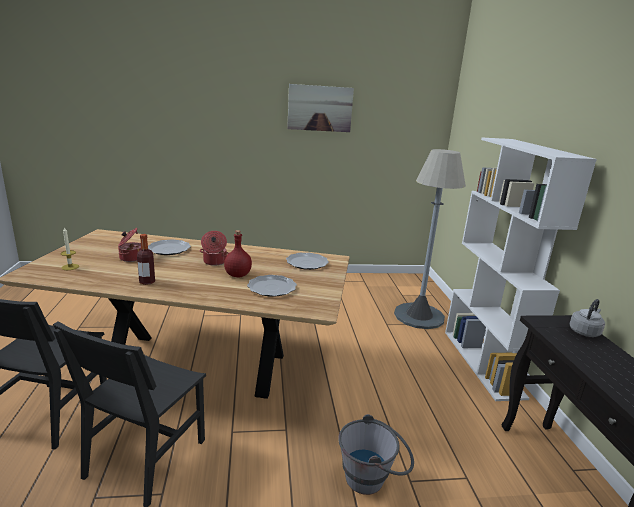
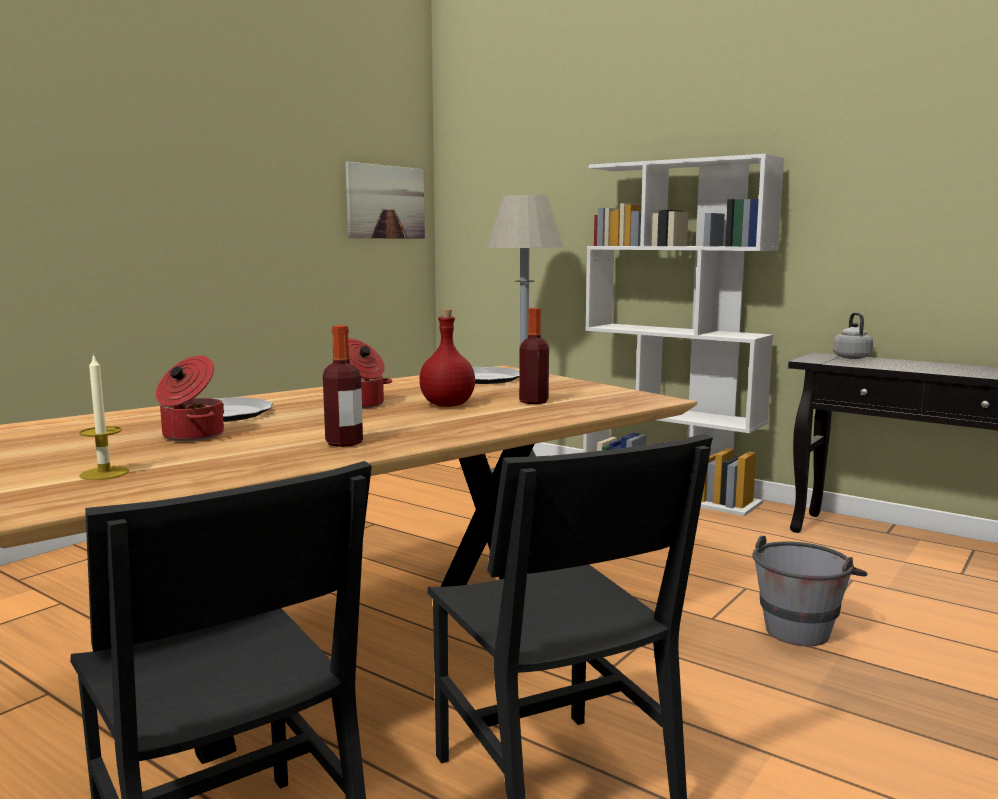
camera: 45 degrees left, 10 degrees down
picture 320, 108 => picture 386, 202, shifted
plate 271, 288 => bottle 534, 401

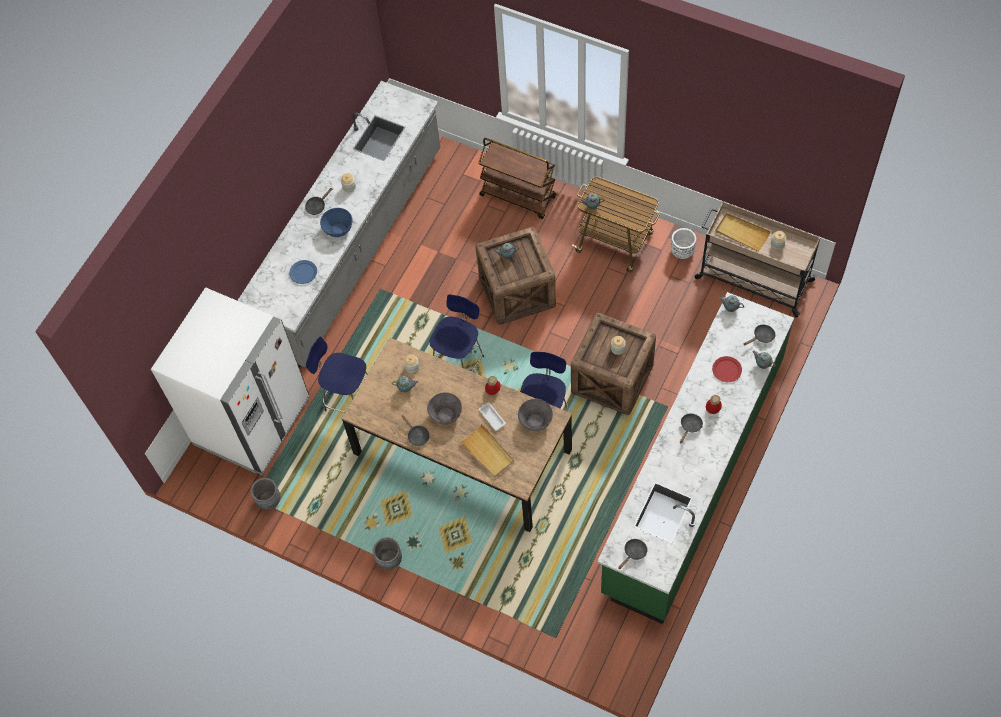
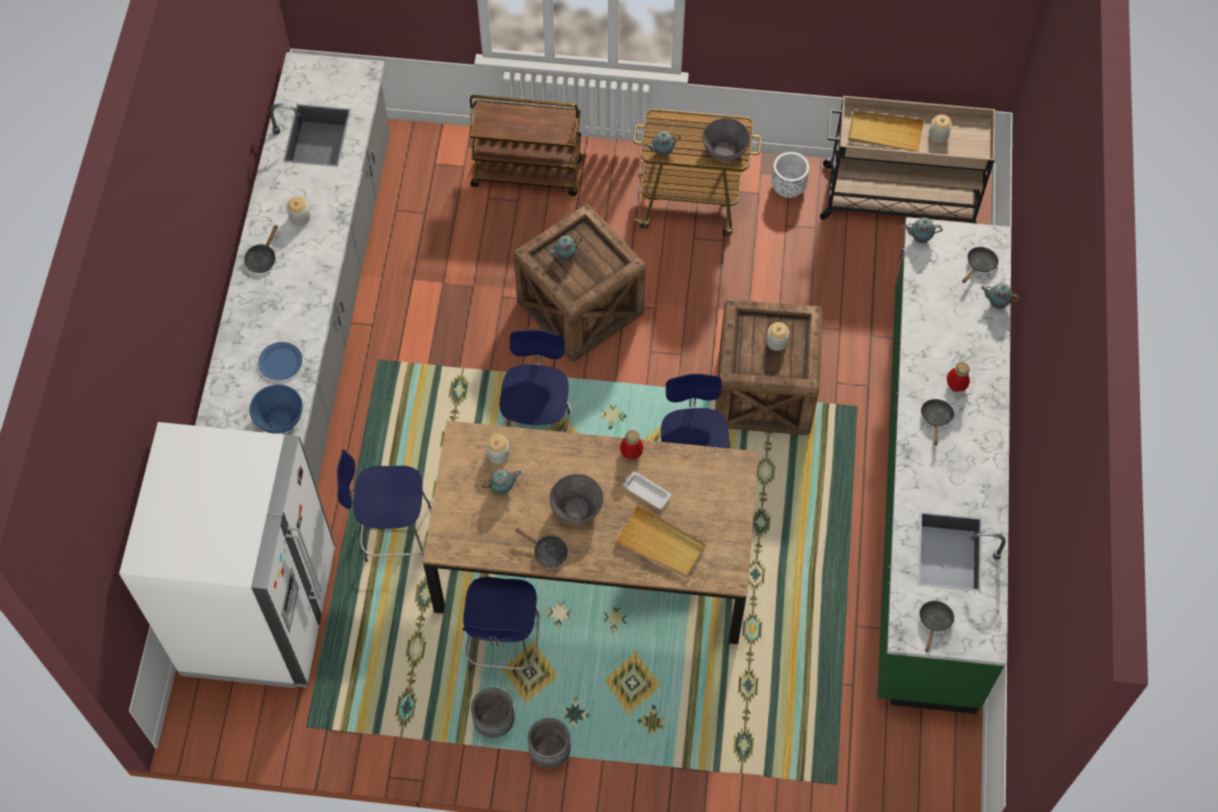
camera: 25 degrees left, 0 degrees up
red_plate 727, 370 => nothing
nothing => blue_stool 504, 646
grey_planter 268, 500 => grey_planter 494, 721, shifted
blue_bowl 338, 229 => blue_bowl 279, 418, shifted
grey_bowl 535, 420 => grey_bowl 725, 150, shifted

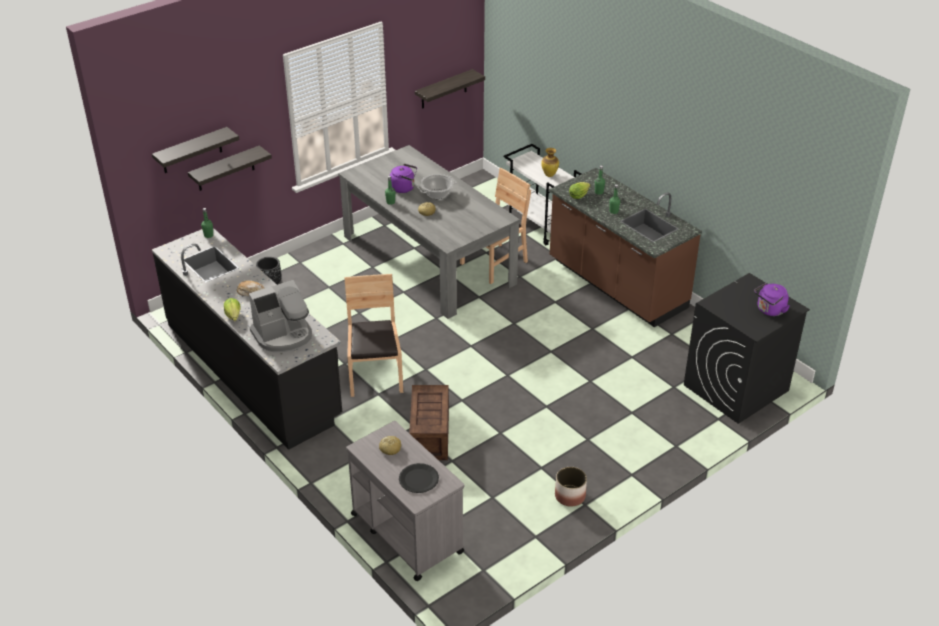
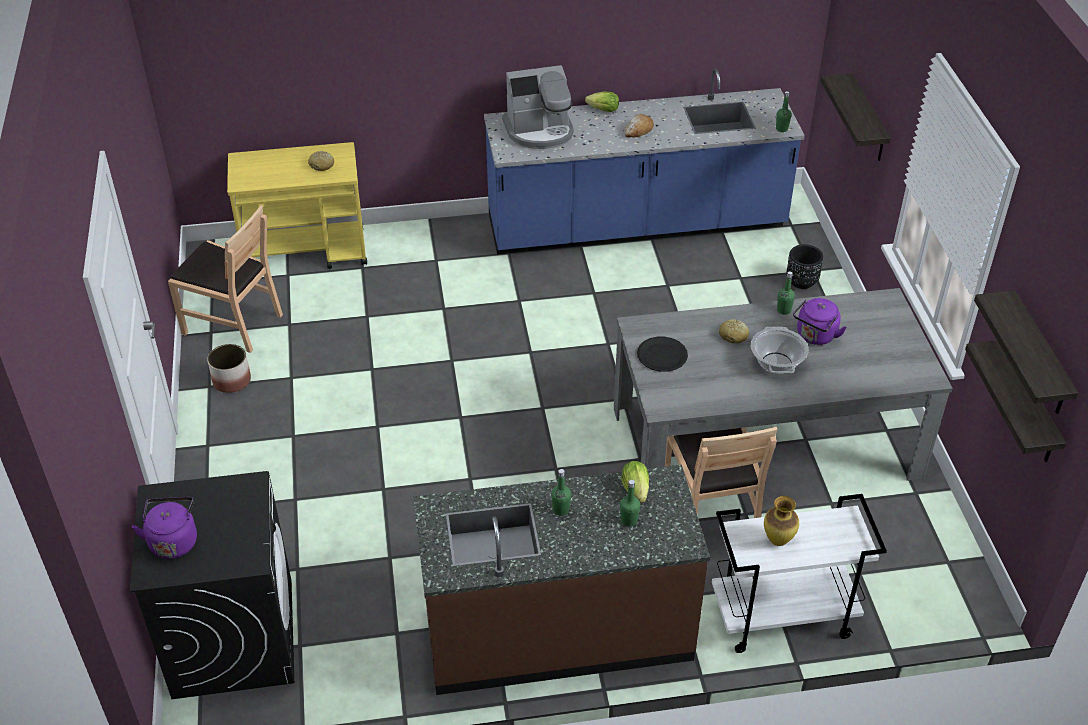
camera: 120 degrees right, 5 degrees up
crate 429, 434 => nothing
shelf 191, 151 => shelf 1039, 356, shifted
brown_chair 375, 375 => brown_chair 232, 323, shifted
black_plate 419, 479 => black_plate 662, 355, shifted
black_counter 253, 370 => blue_counter 636, 225
grey_cart 406, 532 => yellow_cart 306, 252
coffee_machine 283, 335 => coffee_machine 539, 131, 105 degrees counterclockwise

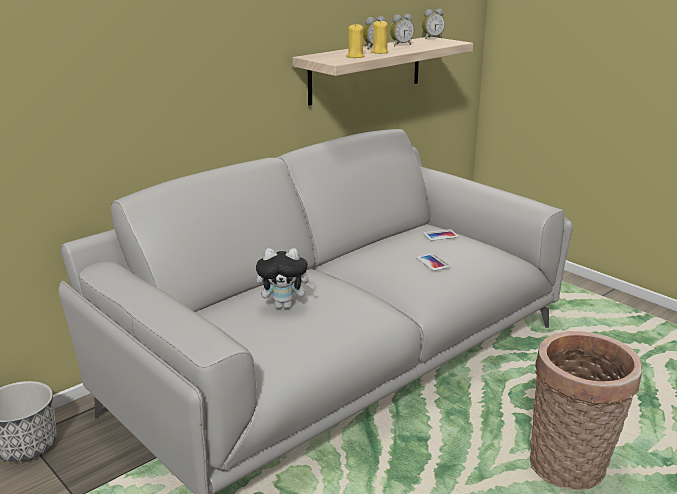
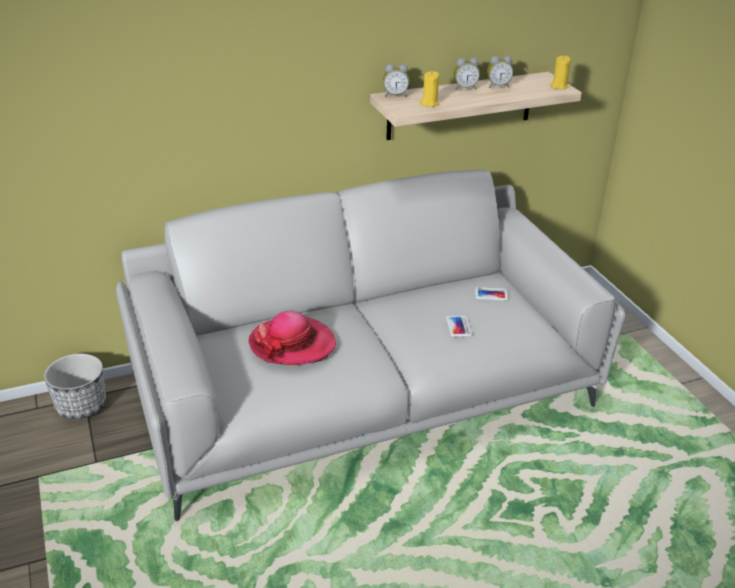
camera: 20 degrees right, 10 degrees up
basket 571, 468 => nothing
yellow_candle 379, 52 => yellow_candle 559, 86, shifted
alarm_clock 431, 38 => alarm_clock 395, 95, shifted
plush_toy 285, 305 => hat 292, 344

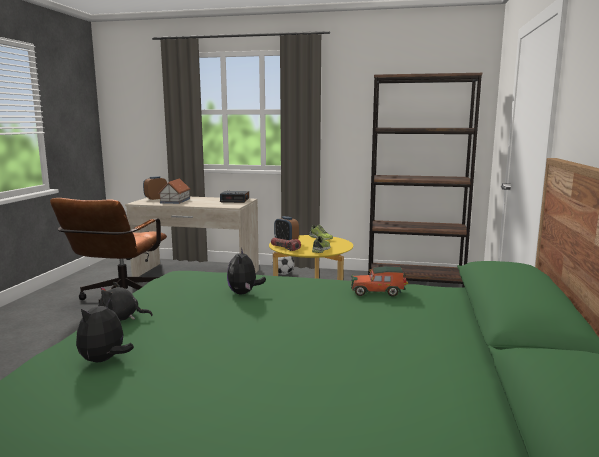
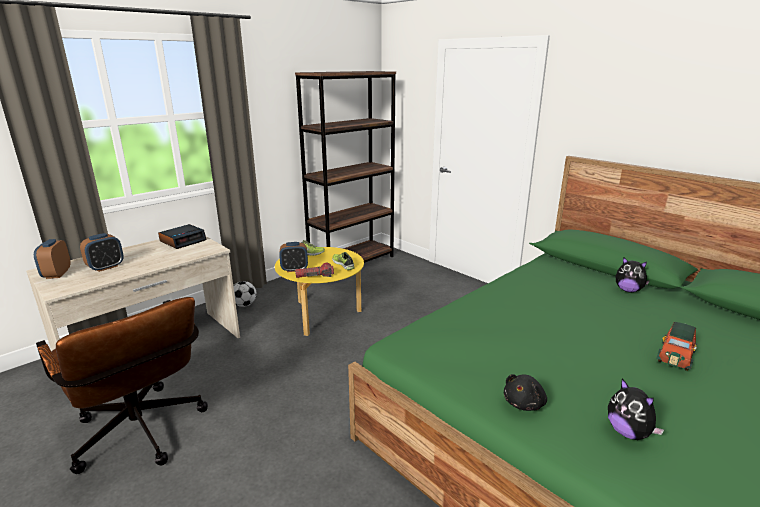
camera: 55 degrees left, 10 degrees up
plush_toy 244, 293 => plush_toy 628, 290, shifted
toy_car 378, 292 => toy_car 675, 355, shifted
toy_house 175, 200 => alarm_clock 106, 267

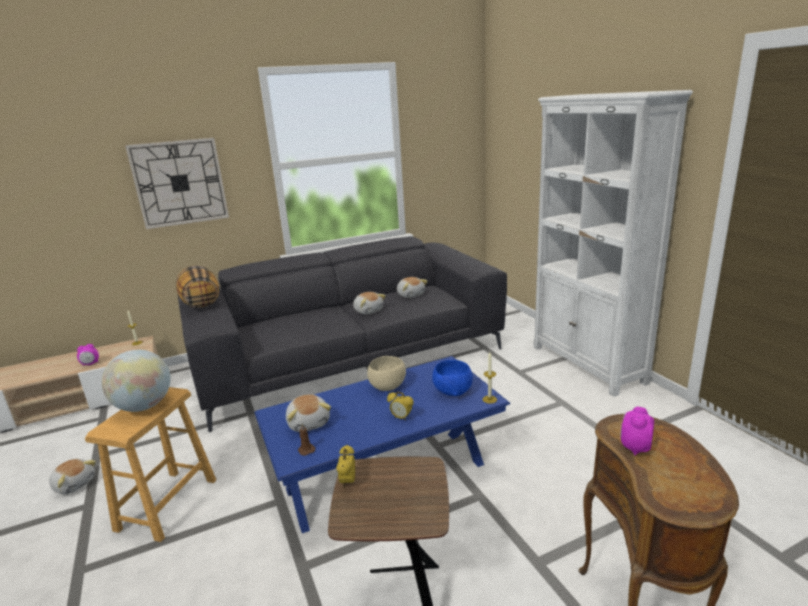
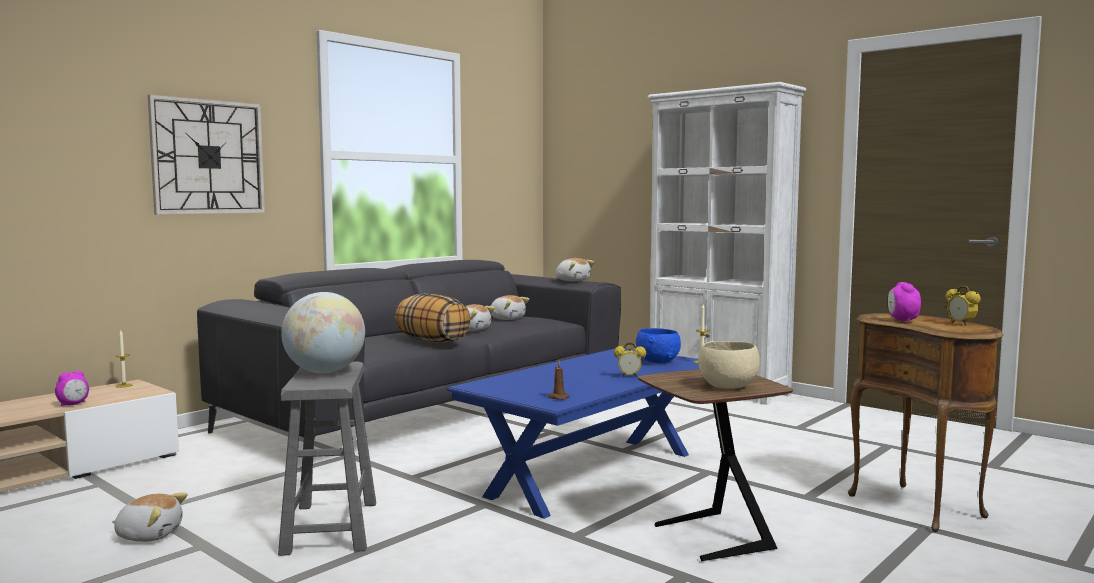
camera: 25 degrees left, 15 degrees down
pillow 200, 303 => pillow 432, 341, shifted
plush_toy 309, 422 => plush_toy 573, 280, shifted
alarm_clock 348, 482 => alarm_clock 961, 324, shifted
beige_bowl 387, 387 => beige_bowl 728, 387, shifted
brown_stool 167, 504 => grey_stool 331, 527

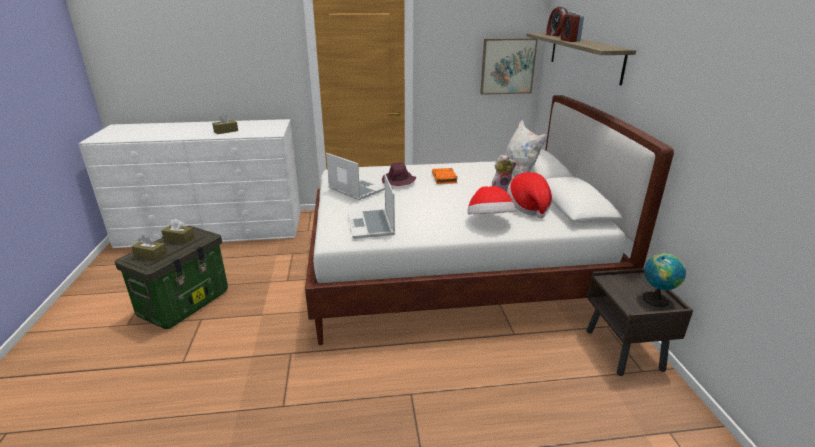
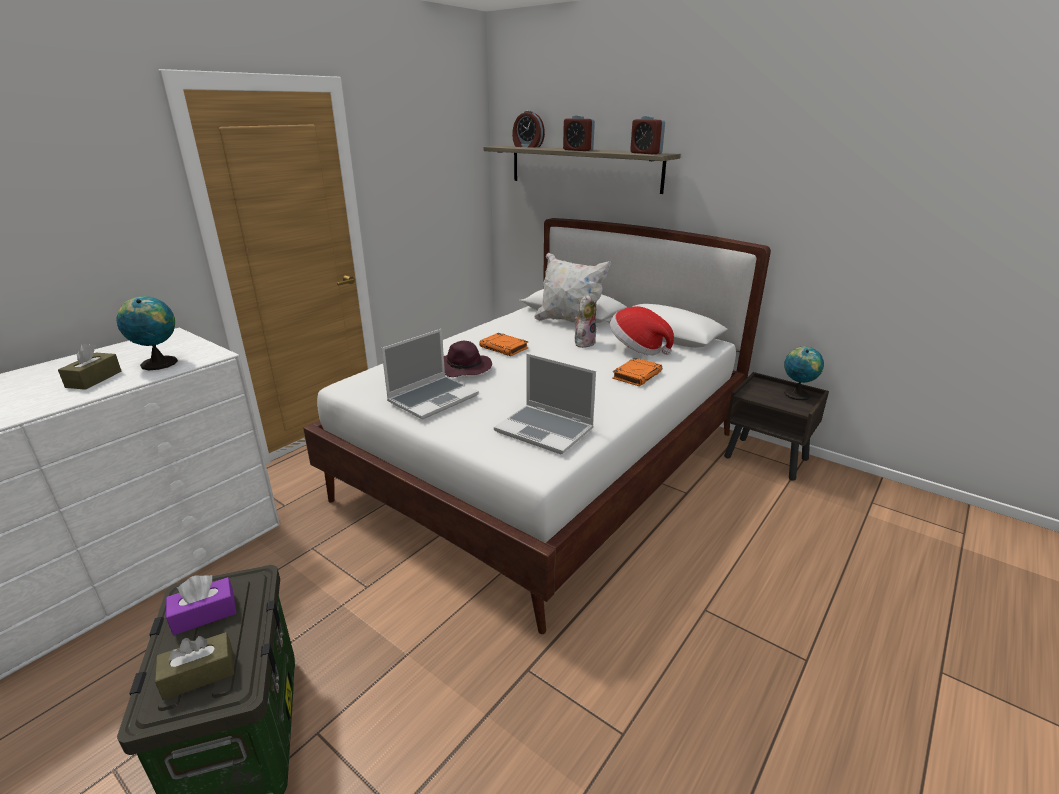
camera: 45 degrees left, 0 degrees up
picture 507, 66 => nothing
nothing => globe 159, 363
nothing => alarm_clock 646, 153
hat 489, 221 => orange_book 637, 375
brown_tissue_box 179, 239 => purple_tissue_box 204, 614
laptop 355, 189 => laptop 433, 398, 135 degrees clockwise

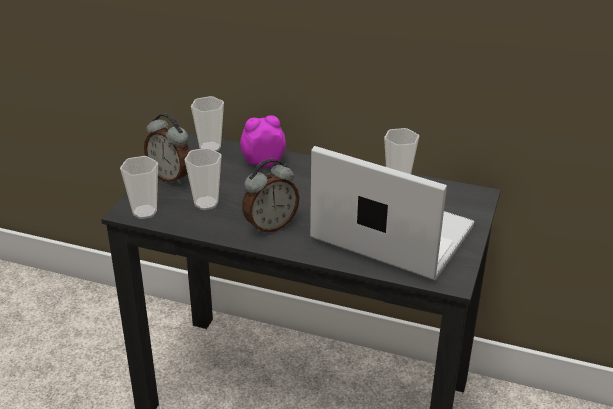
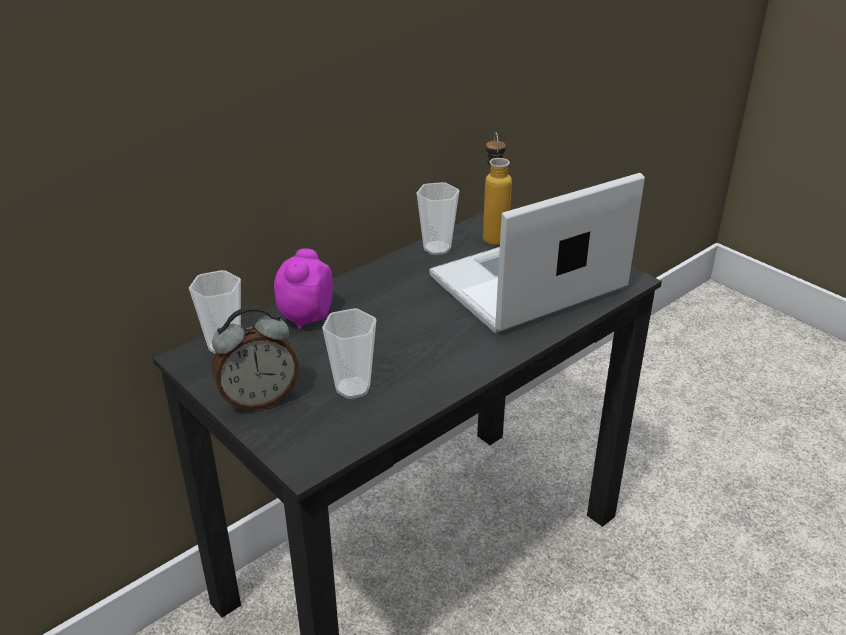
camera: 60 degrees left, 0 degrees up
cup 144, 212 => nothing
alarm_clock 270, 225 => nothing
nothing => bottle 493, 234

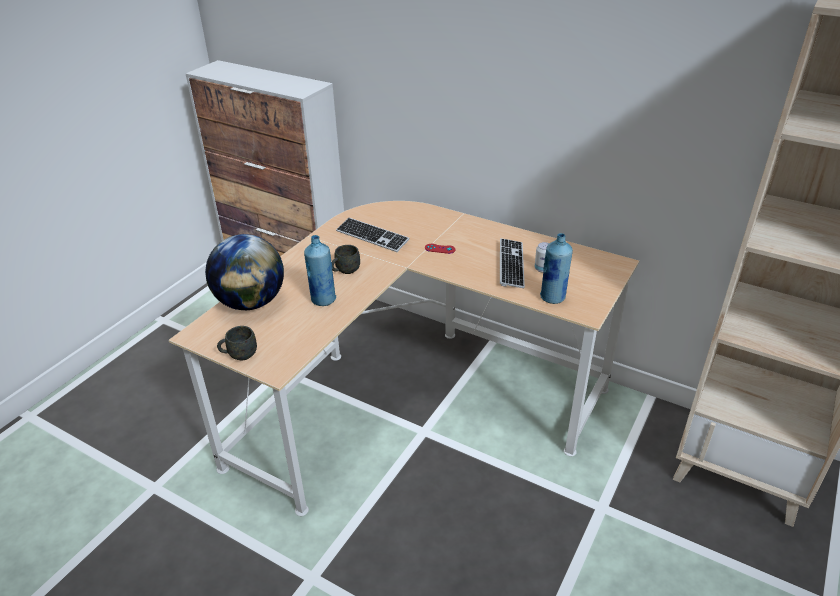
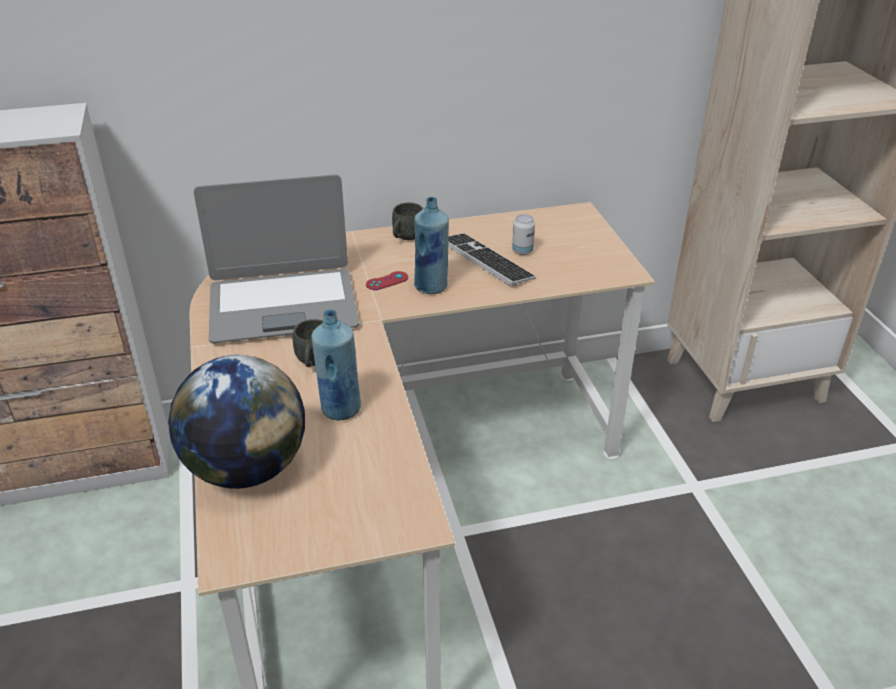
camera: 45 degrees left, 0 degrees up
grey_mug 239, 355 => grey_mug 406, 237, shifted
blue_bottle 553, 298 => blue_bottle 431, 287, shifted
keyboard 372, 236 => laptop 283, 306

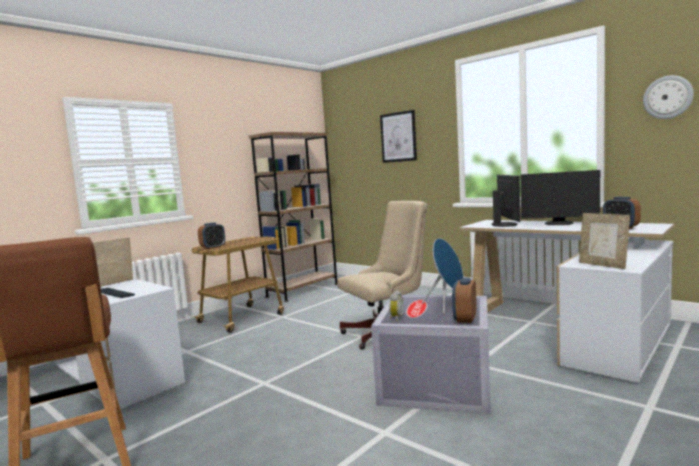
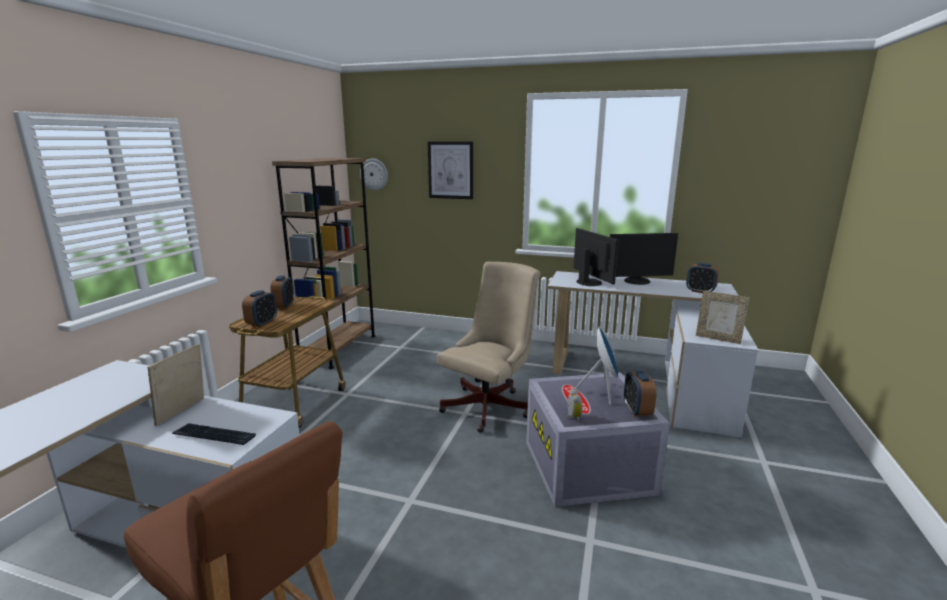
camera: 25 degrees left, 10 degrees up
nothing => alarm_clock 284, 305
wall_clock 667, 97 => wall_clock 374, 174, shifted

